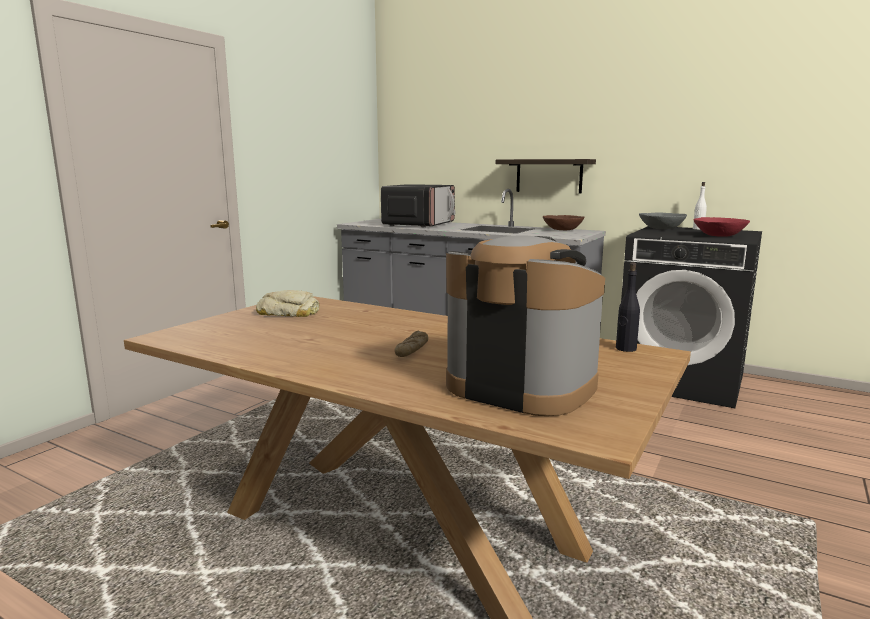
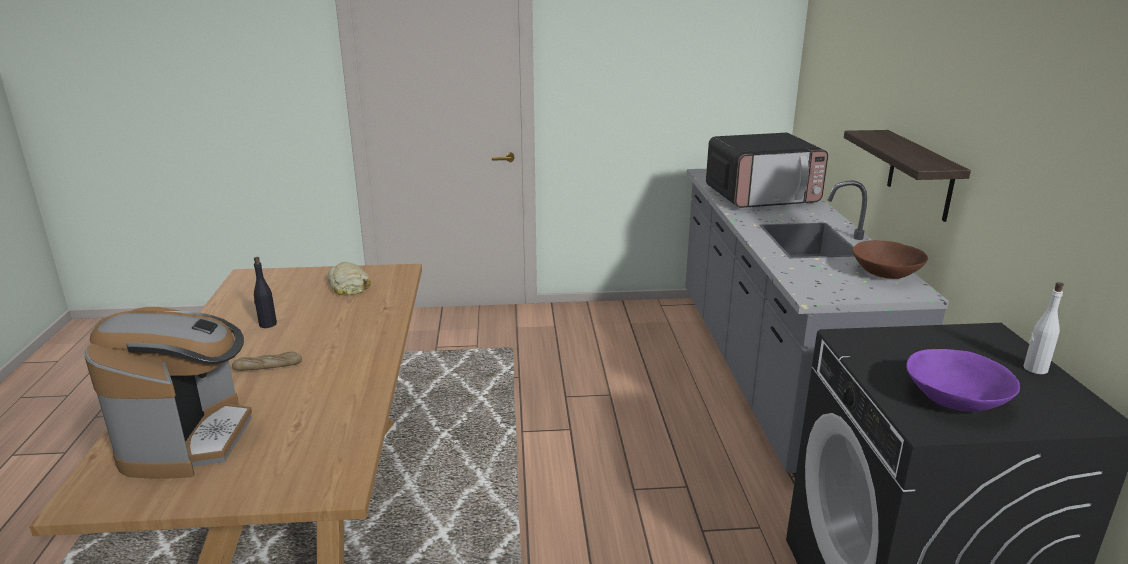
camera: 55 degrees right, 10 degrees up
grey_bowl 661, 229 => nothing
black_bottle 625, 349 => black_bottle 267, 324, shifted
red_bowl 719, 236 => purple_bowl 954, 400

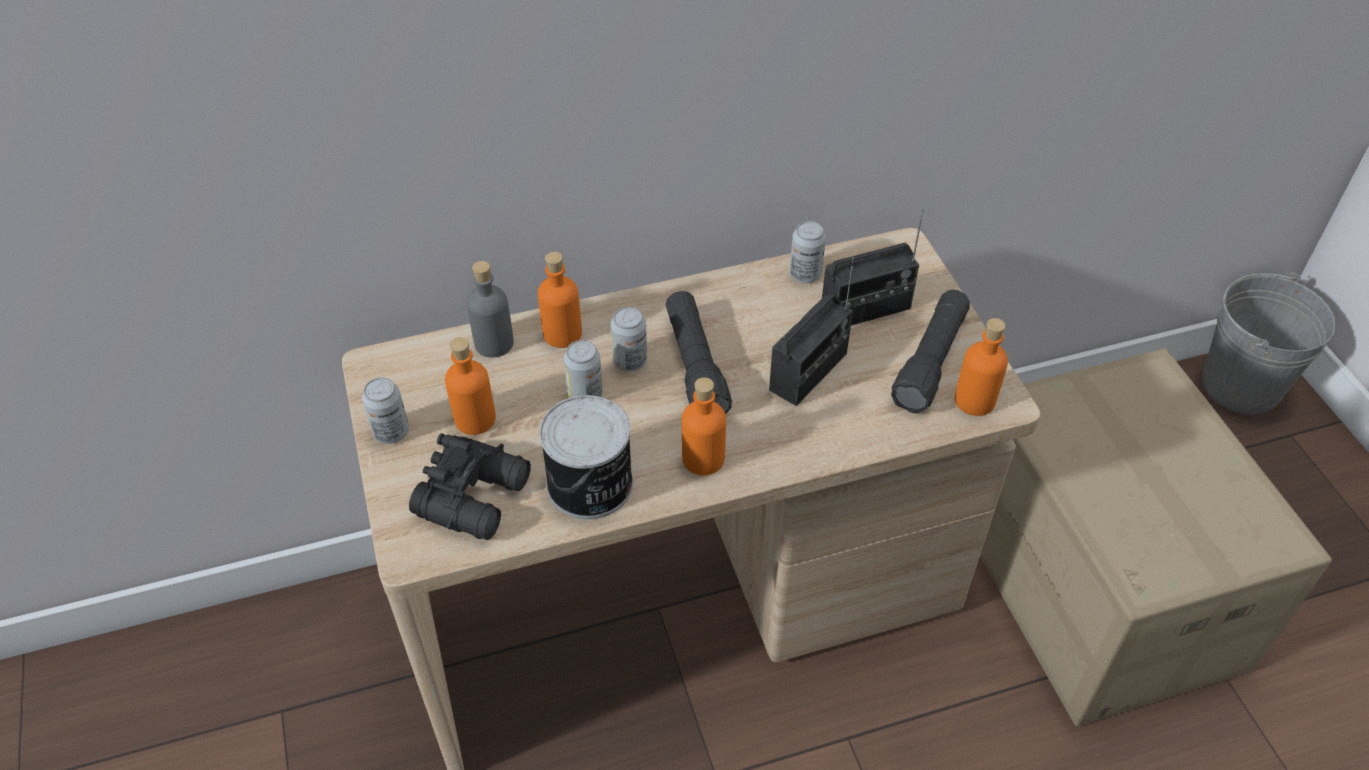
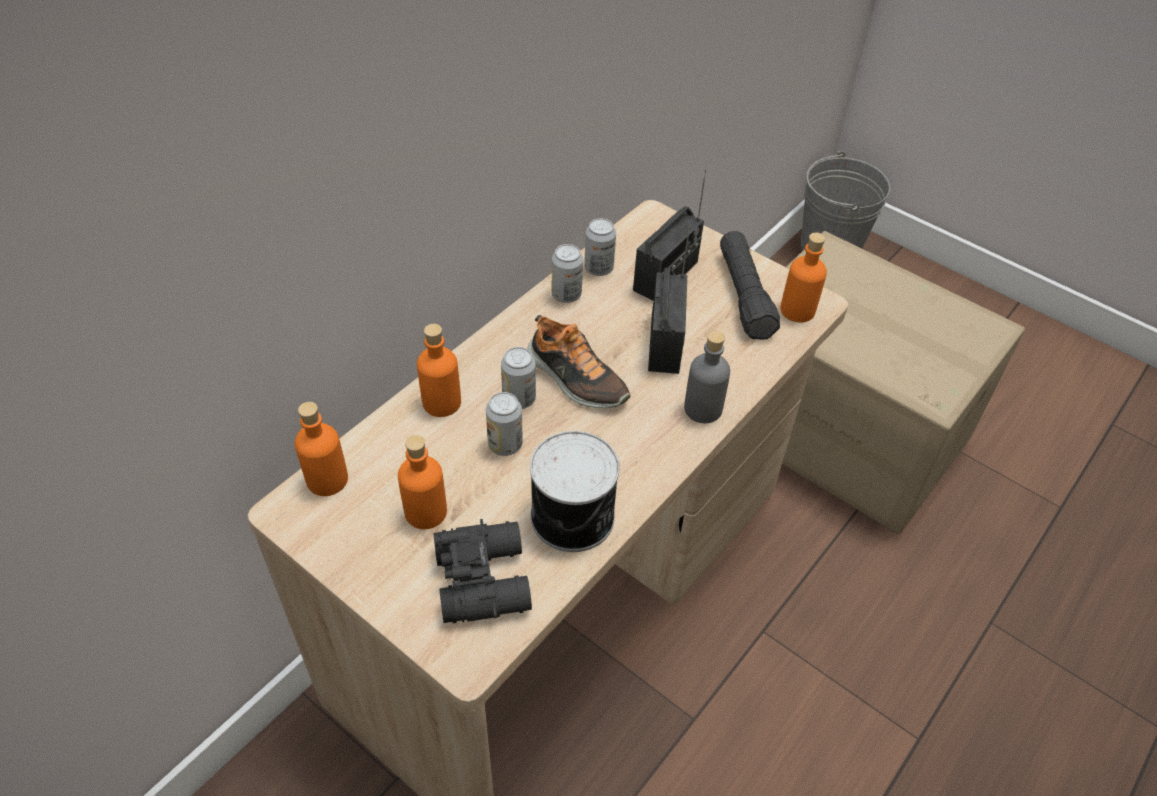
camera: 35 degrees left, 0 degrees up
can 391, 432 => can 566, 295, shifted
grey_bottle 494, 343 => grey_bottle 702, 409, shifted
orange_bottle 703, 459 => orange_bottle 327, 480, shifted
black_flashlight 695, 366 => shoe 575, 379

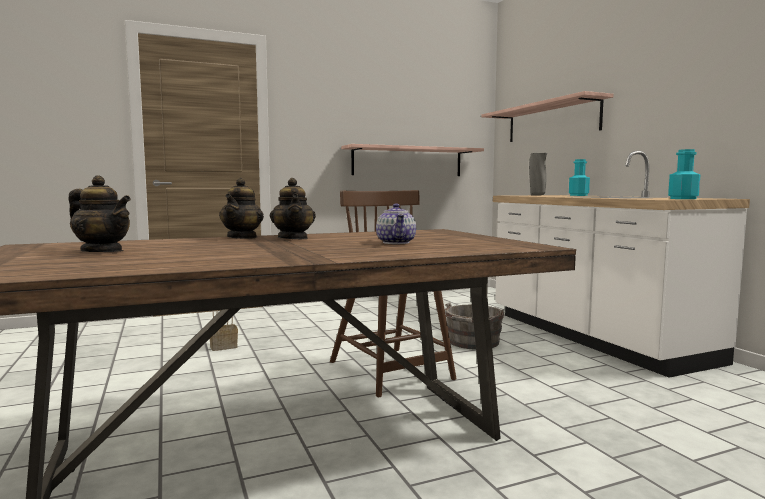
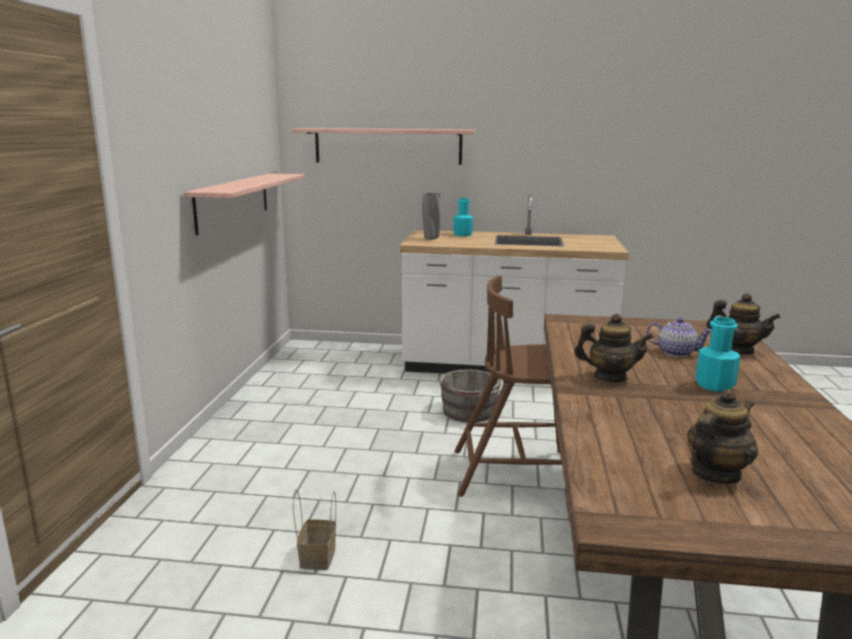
camera: 60 degrees left, 10 degrees up
teapot 242, 237 => teapot 738, 350, shifted
turquoise_bottle 683, 199 => turquoise_bottle 714, 385, shifted

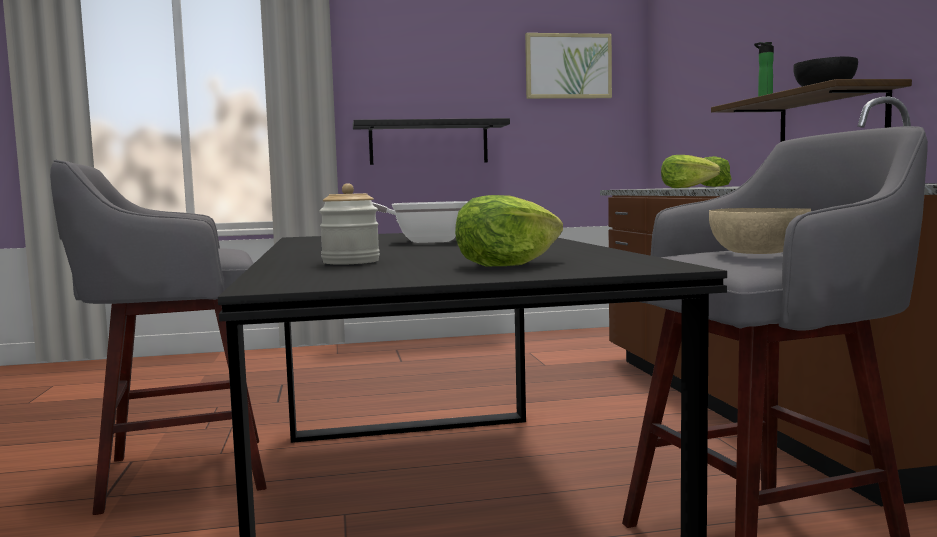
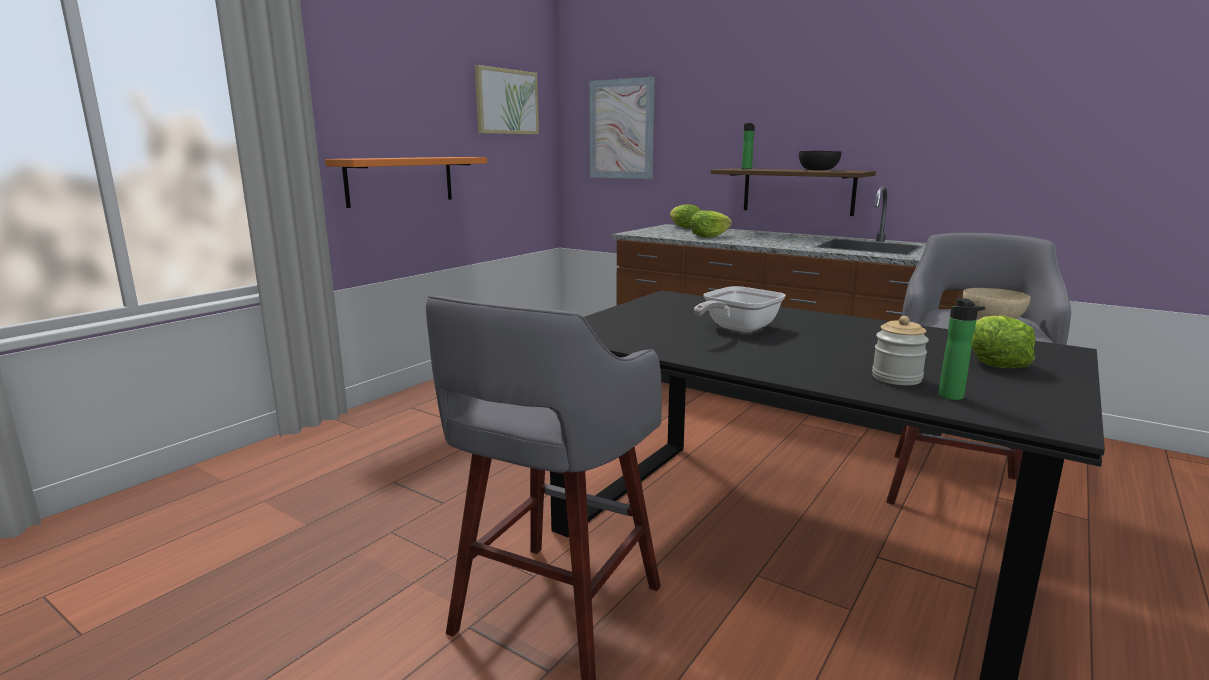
camera: 45 degrees left, 10 degrees up
nothing => picture 621, 129
nothing => bottle 953, 397
black_shelf 428, 143 => orange_shelf 400, 180

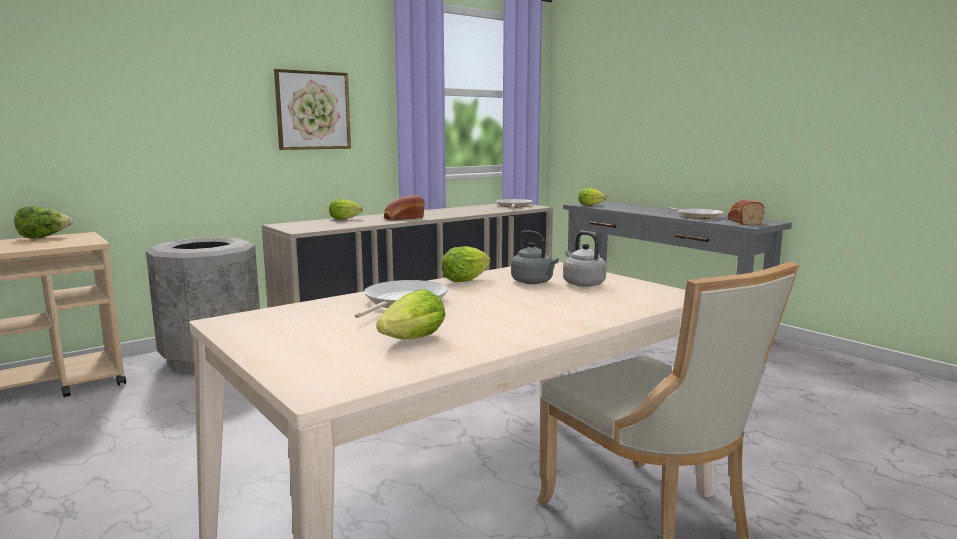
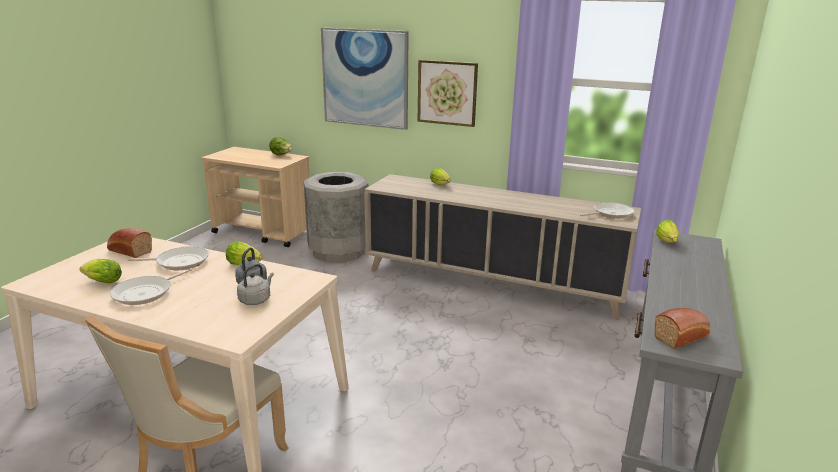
camera: 60 degrees right, 10 degrees up
nothing => picture 365, 78
bread 403, 218 => bread 129, 251, shifted
frying_pan 698, 216 => frying_pan 146, 293, shifted

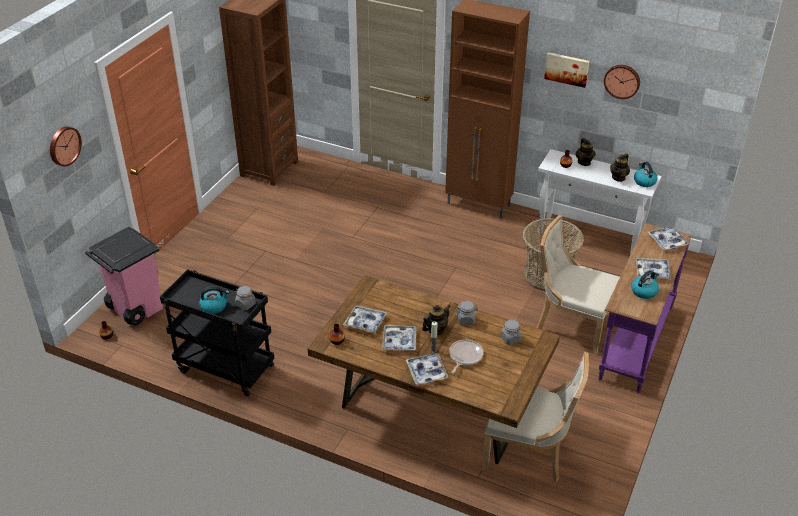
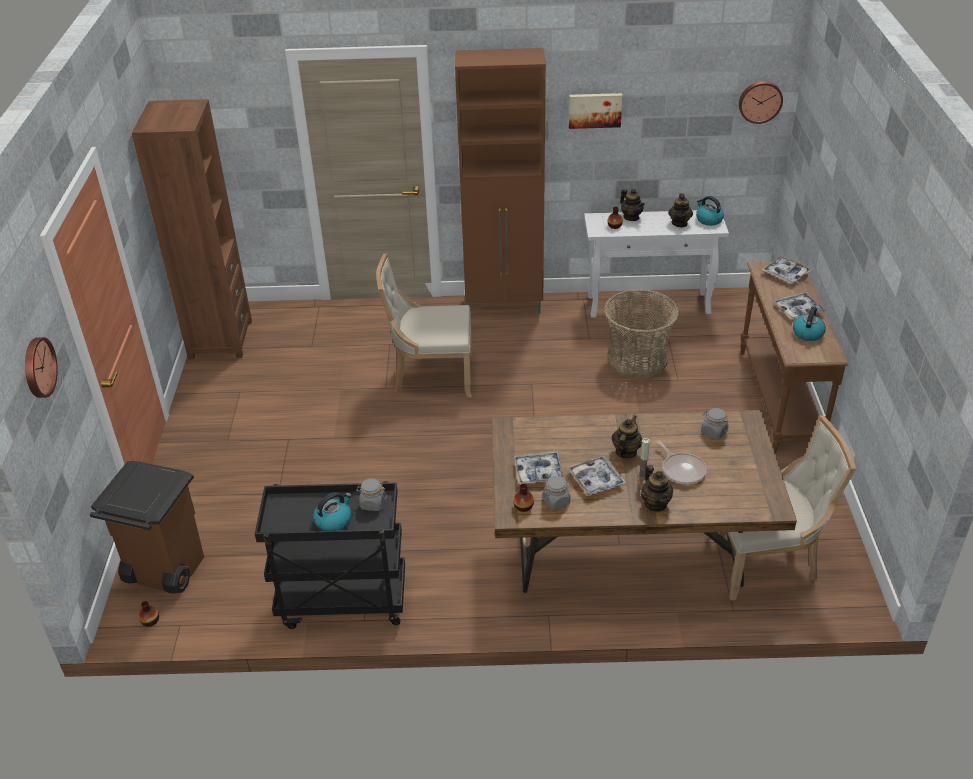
camera: 25 degrees left, 0 degrees up
grey_jar 466, 319 => grey_jar 556, 501, shifted
beige_chair 571, 324 => beige_chair 430, 376, shifted
wall_clock 622, 81 => wall_clock 760, 101, shifted
tray 426, 372 => teapot 655, 504
pink_trash_can 134, 308 => brown_trash_can 164, 571
purple_console_table 635, 341 => brown_console_table 777, 399
frying_pan 465, 356 => frying_pan 682, 470, 150 degrees clockwise

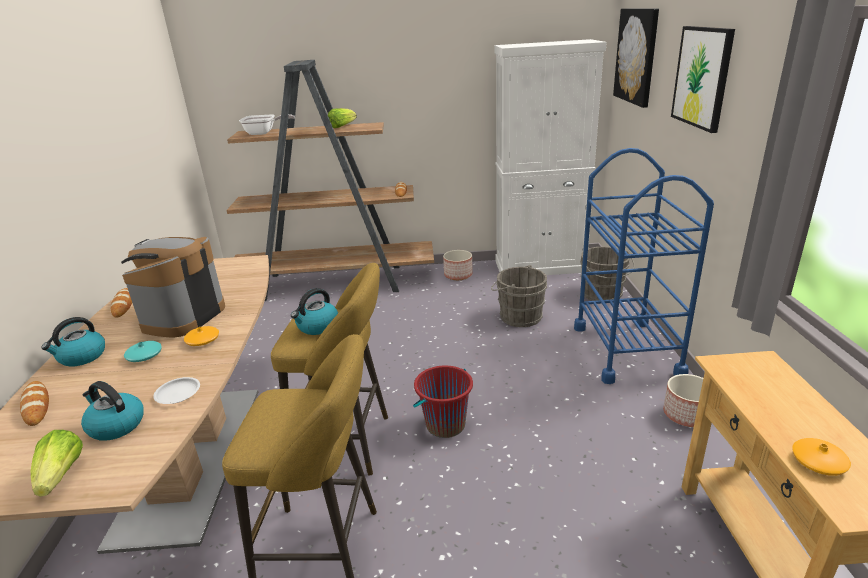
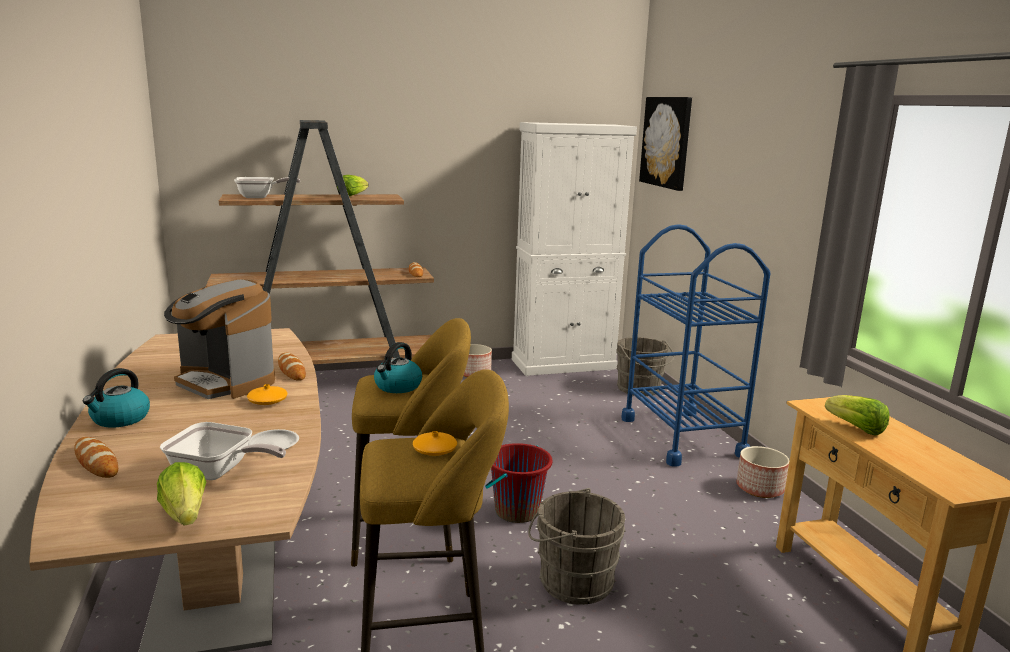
camera: 15 degrees left, 10 degrees down
turquoise_vase 144, 356 => nothing
picture 702, 77 => nothing
nothing => lettuce 856, 428
bread 123, 305 => bread 291, 370, shifted
grey_bucket 518, 316 => grey_bucket 571, 581, shifted
orange_vase 818, 462 => orange_vase 434, 450, shifted
kettle 116, 425 => frying_pan 218, 473
coffee_machine 183, 317 => coffee_machine 225, 382, 60 degrees counterclockwise

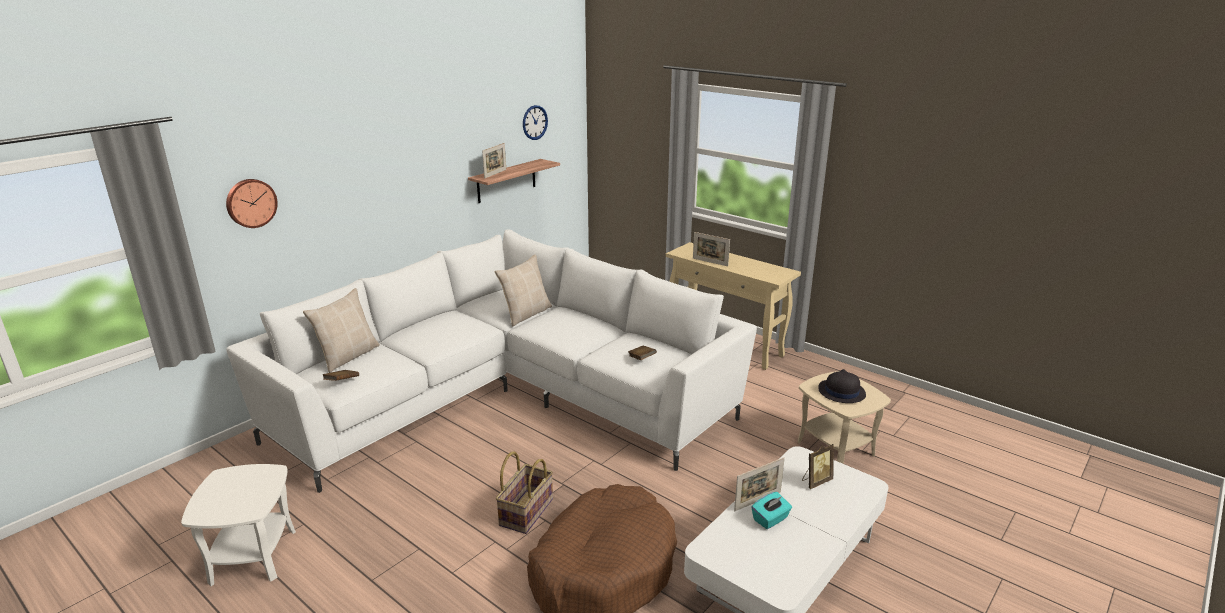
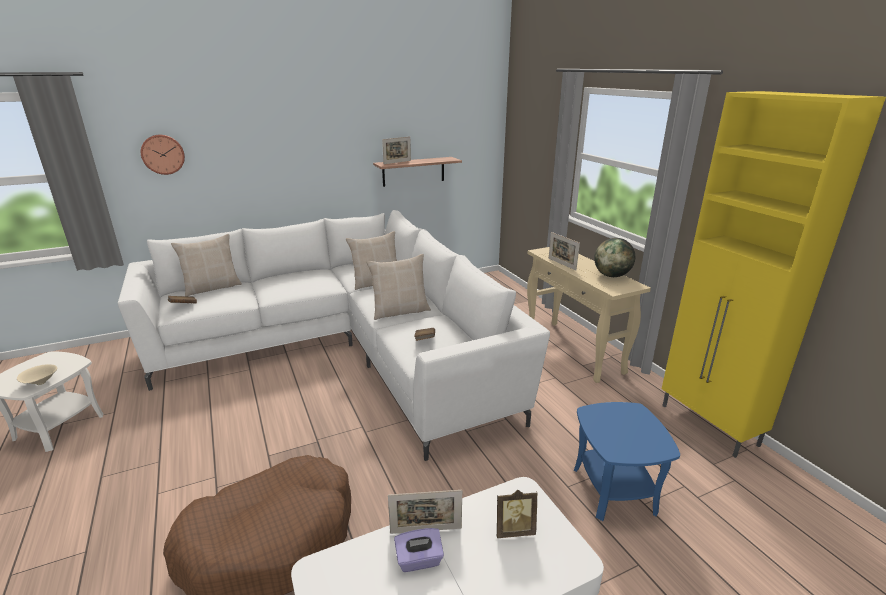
camera: 25 degrees right, 0 degrees up
basket 525, 511 => nothing
wall_clock 535, 122 => nothing
black_hat 841, 392 => nothing
nothing => beige_bowl 40, 383
nothing => beige_pillow 400, 311
nothing => globe 611, 276
nothing => yellow_cabinet 709, 426
turquoise_tissue_box 770, 519 => purple_tissue_box 419, 560
beige_side_table 836, 448 => blue_side_table 614, 490

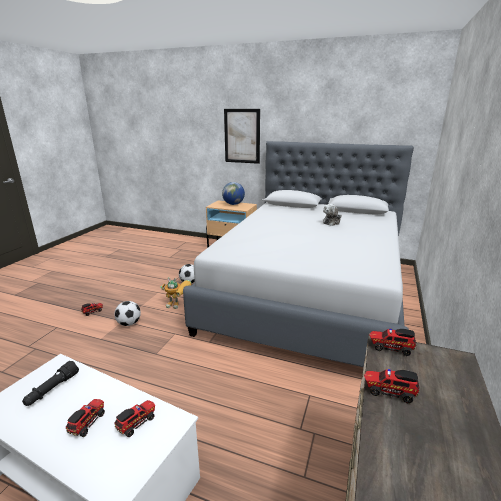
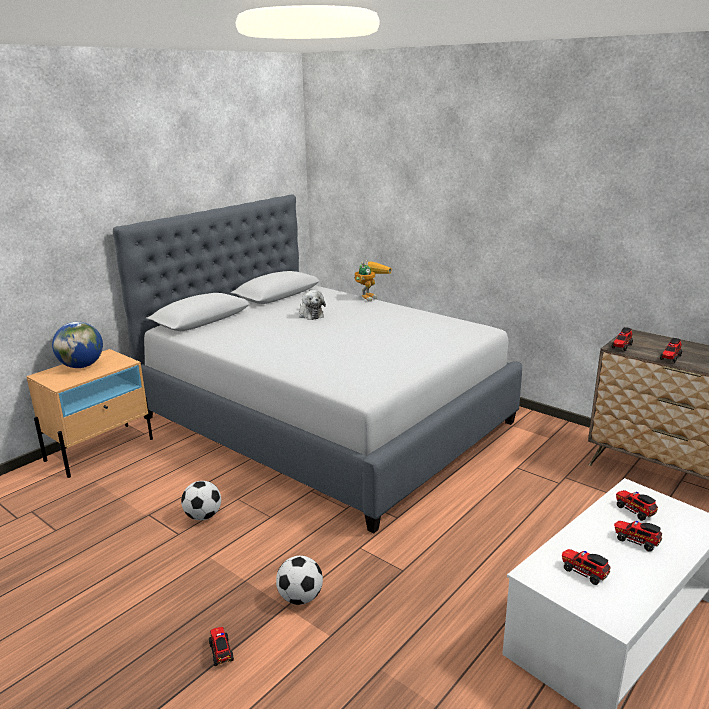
camera: 70 degrees left, 0 degrees up
picture 242, 136 => nothing
toy_robot 178, 305 => toy_robot 369, 296, shifted
black_flashlight 52, 389 => toy_truck 583, 572

